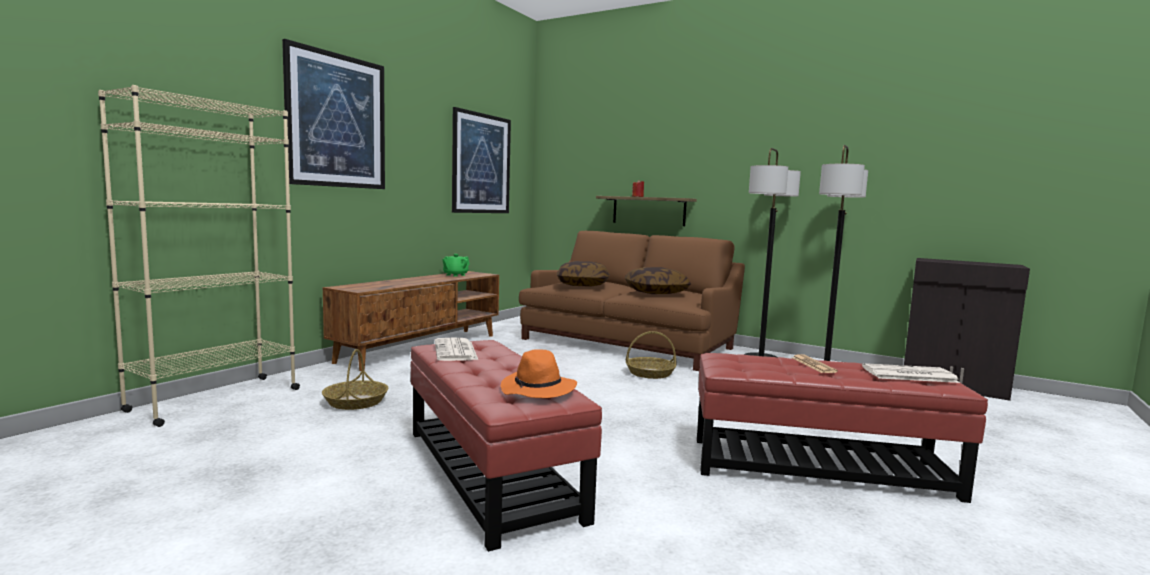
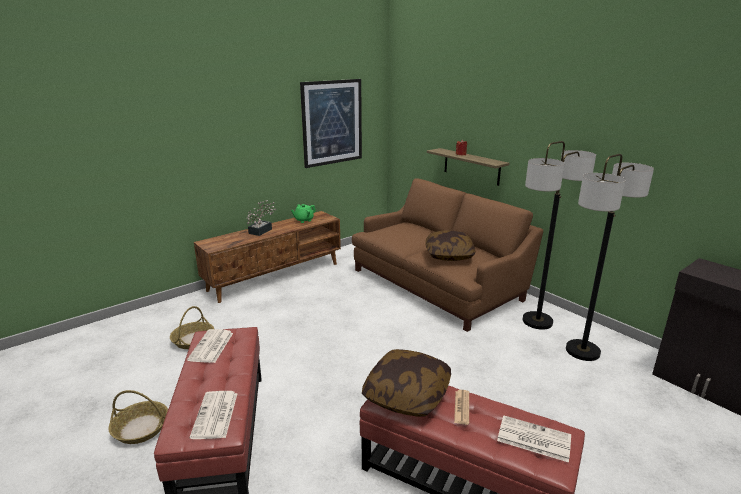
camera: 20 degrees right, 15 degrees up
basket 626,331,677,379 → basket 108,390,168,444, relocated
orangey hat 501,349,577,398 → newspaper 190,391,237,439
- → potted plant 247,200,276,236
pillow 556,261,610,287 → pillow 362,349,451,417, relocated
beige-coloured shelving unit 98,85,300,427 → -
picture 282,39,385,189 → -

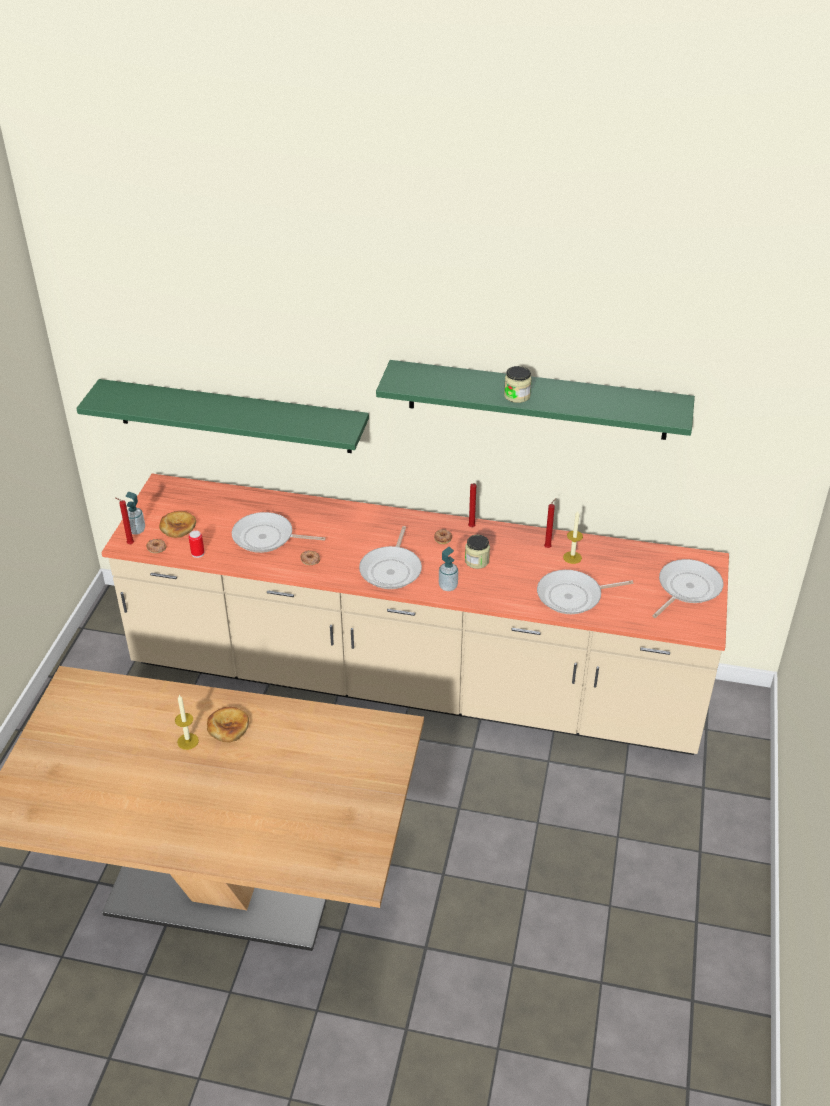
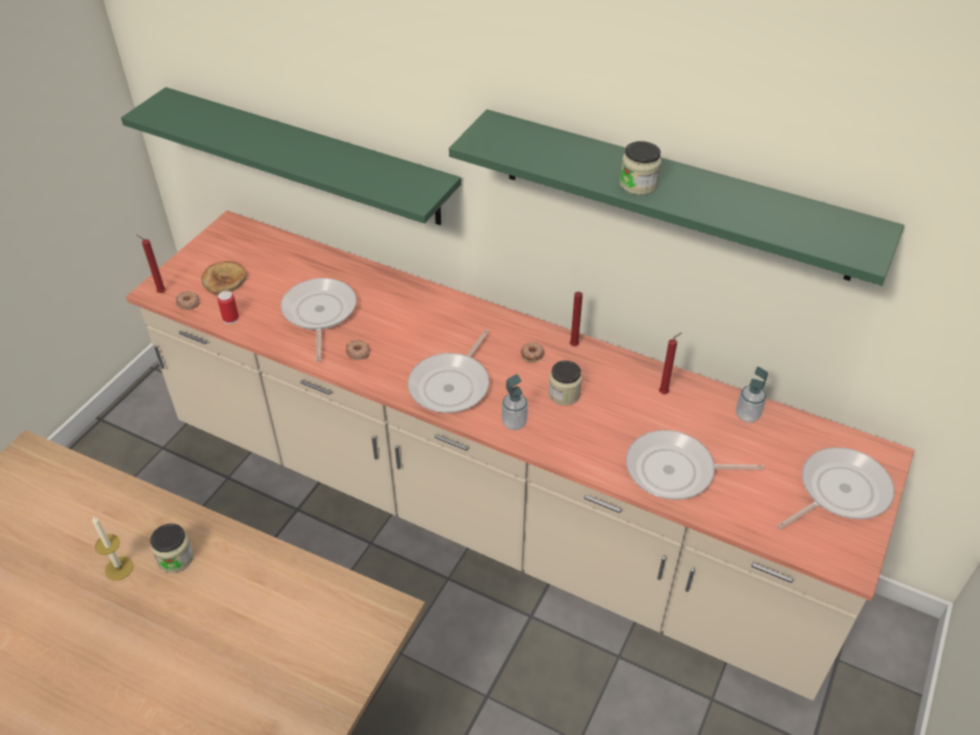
camera: 15 degrees right, 5 degrees up
bakery bread 207,707,249,742 → jar 150,524,194,573
pan 232,512,325,553 → pan 281,278,357,362, 60 degrees clockwise
soap dispenser 126,492,145,535 → soap dispenser 736,367,768,423, relocated
candle 563,511,583,564 → -

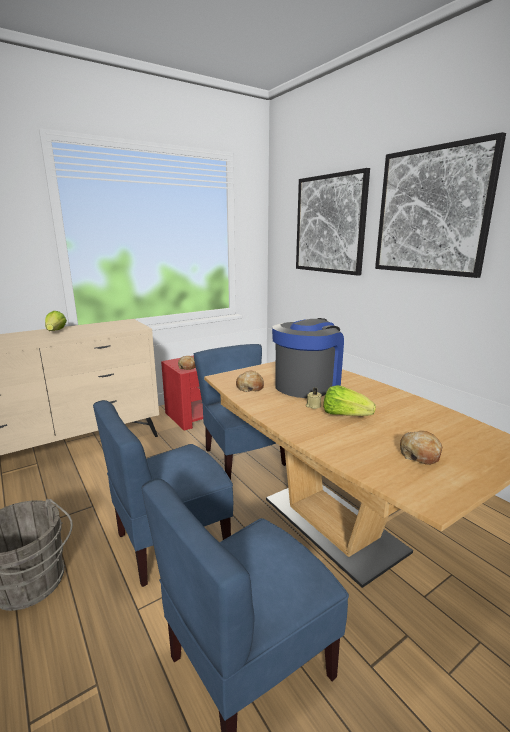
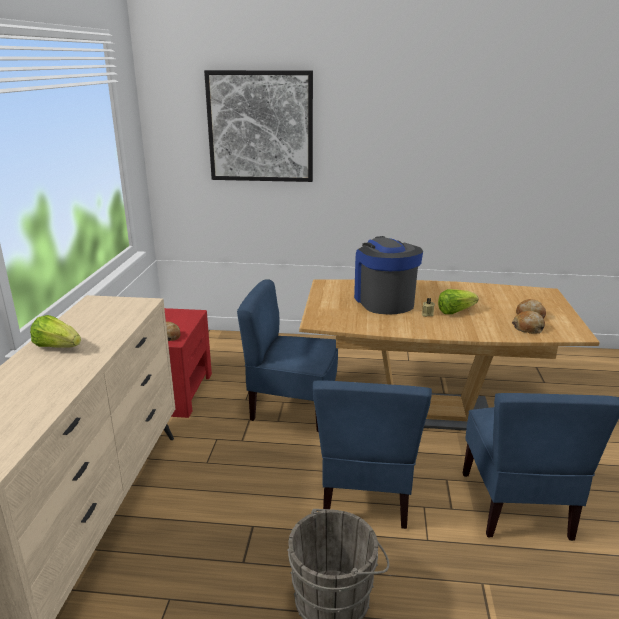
camera: 50 degrees left, 5 degrees up
bakery bread 236,371,264,392 → bakery bread 512,311,545,334, relocated
picture 375,132,506,278 → -

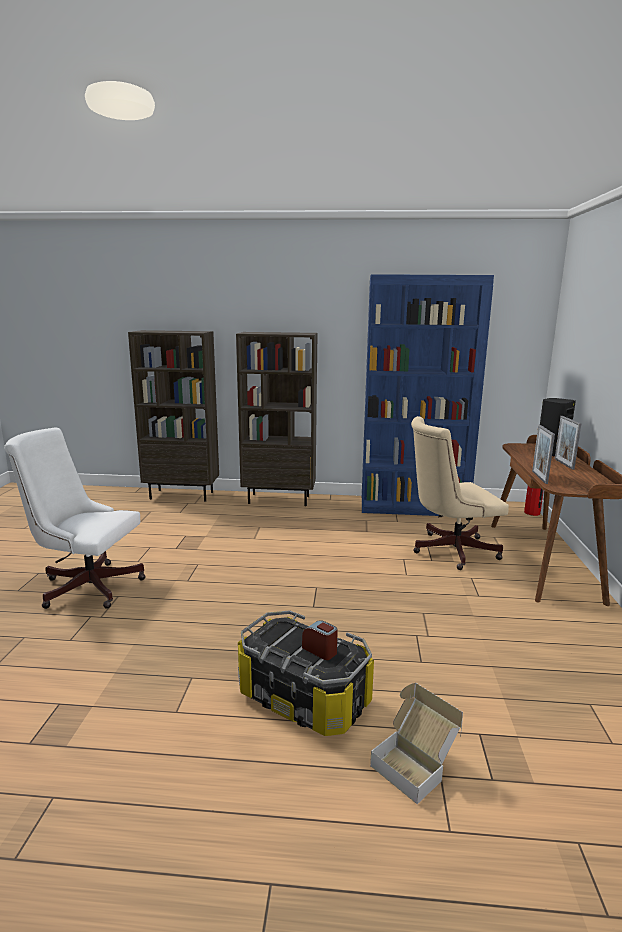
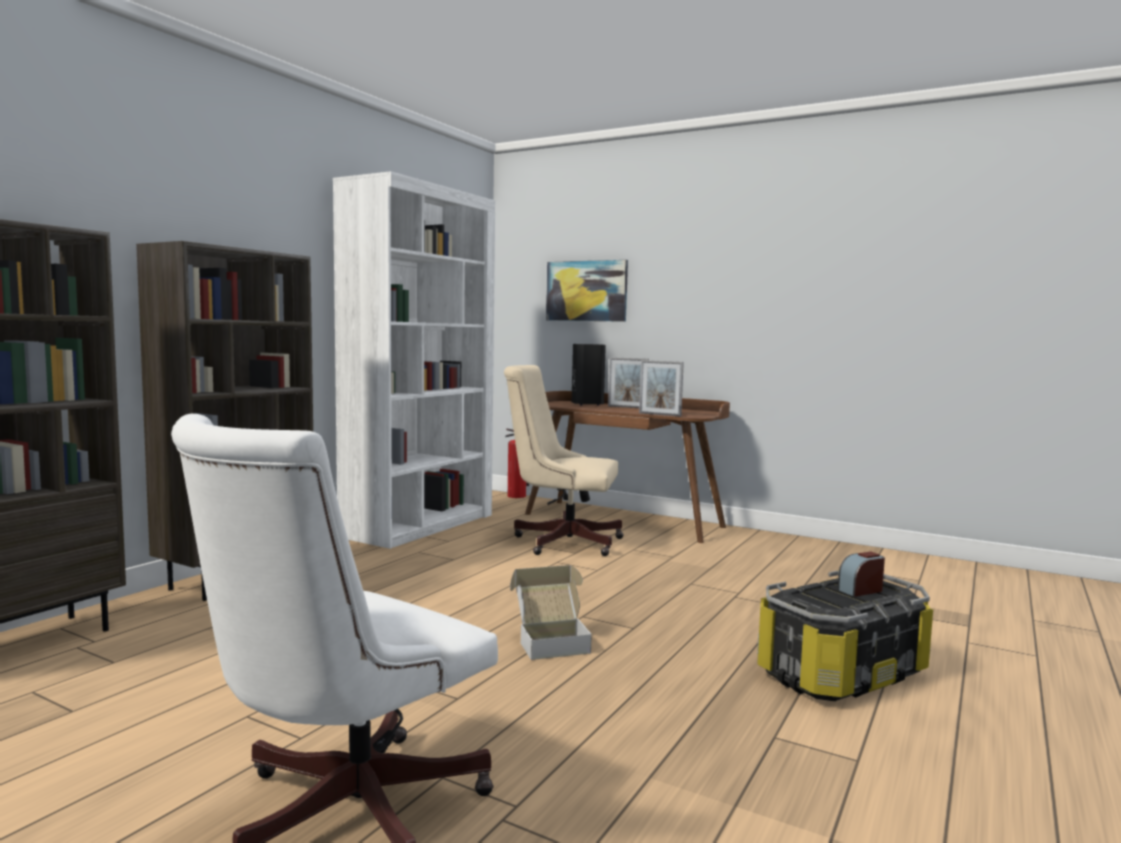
camera: 65 degrees left, 10 degrees down
bluish shelving unit 362,274,494,516 → whitish shelving unit 333,171,495,549
beige-coloured office chair 411,416,509,570 → beige-coloured office chair 504,365,624,556, 90 degrees clockwise
carton 370,683,463,804 → carton 510,565,592,660, relocated
- → picture 546,260,628,322

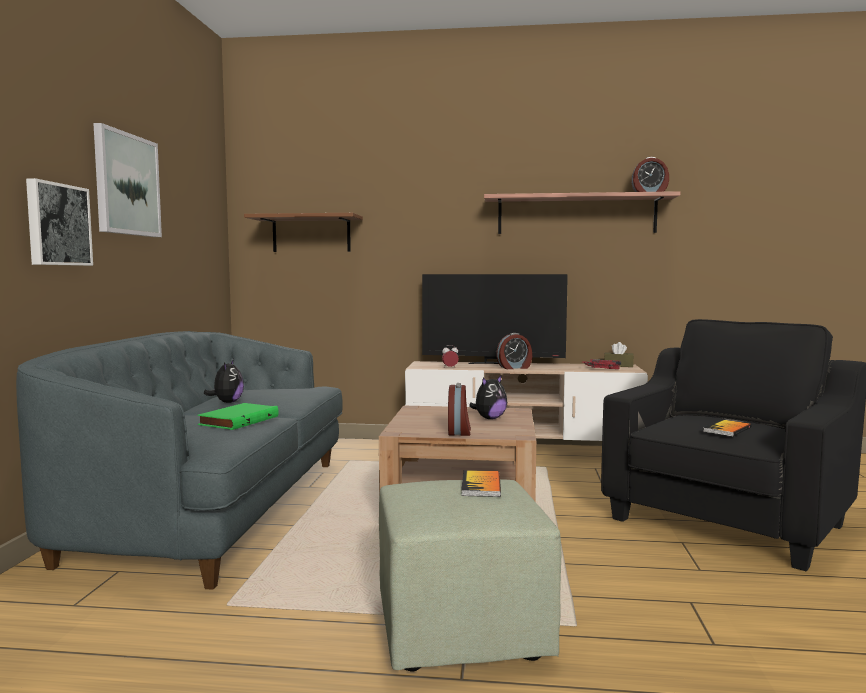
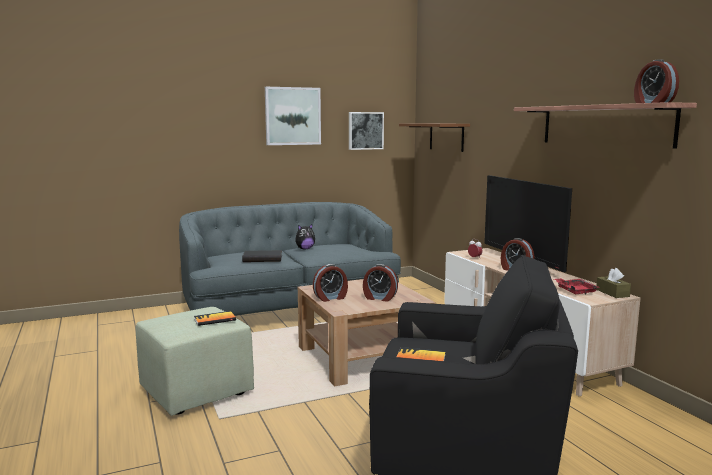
camera: 60 degrees right, 5 degrees up
green-coloured book 198,403,279,430 → blackish book 242,250,282,262
picture 26,178,93,266 → picture 349,112,384,150, relocated
cuddly toy 469,375,507,419 → alarm clock 363,264,398,302

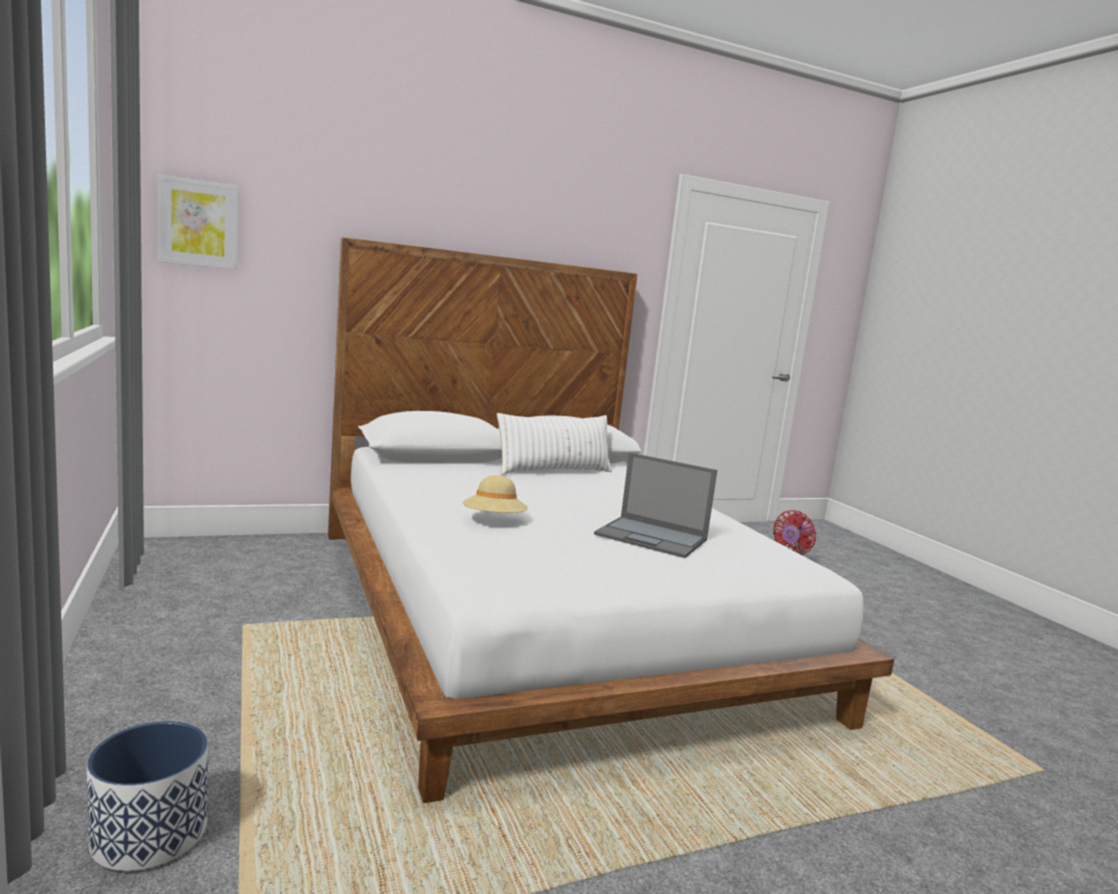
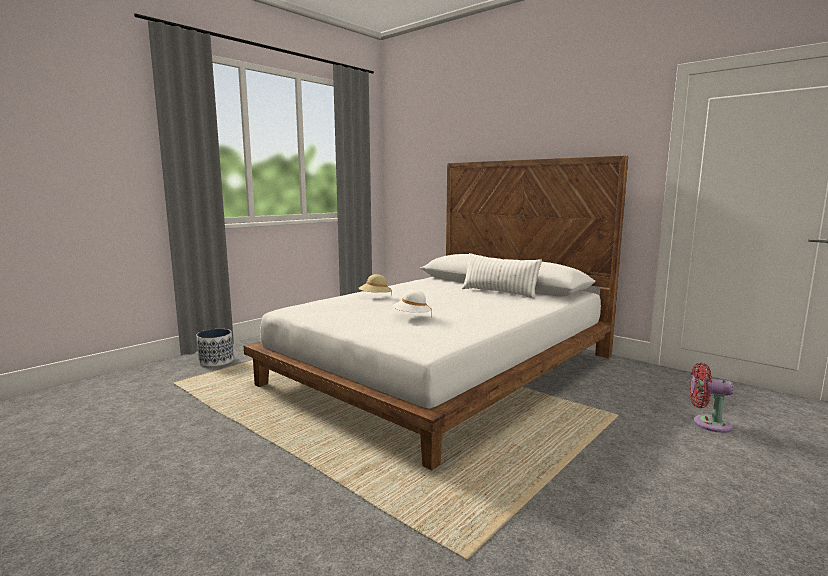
camera: 65 degrees right, 0 degrees up
notebook computer 594,452,717,558 → whitish hat 393,290,432,313
picture 157,175,238,270 → -

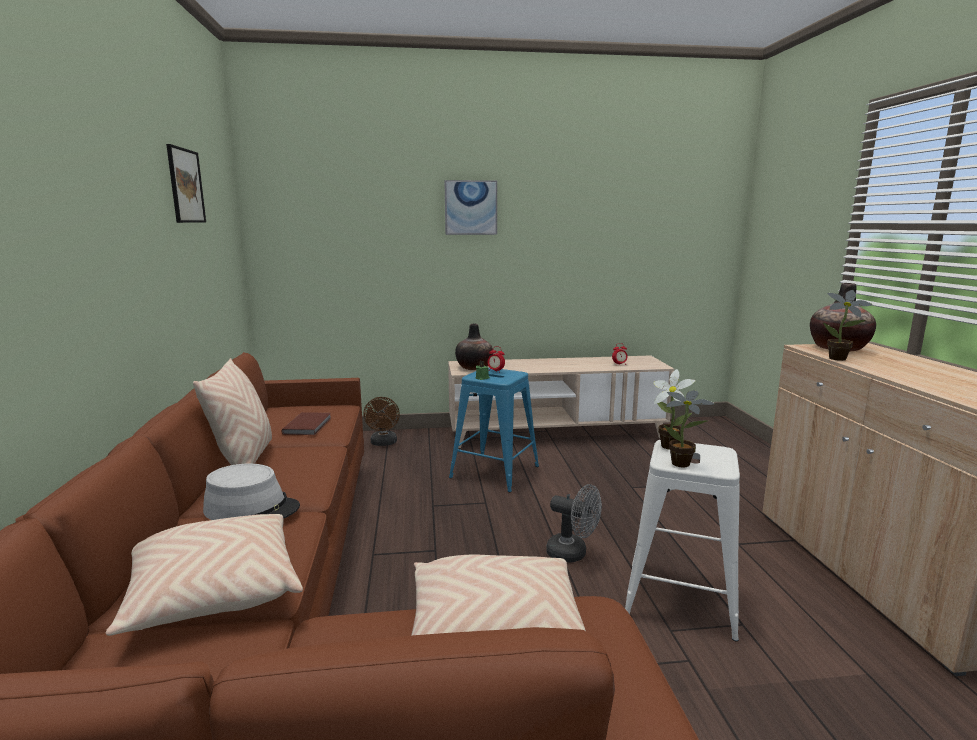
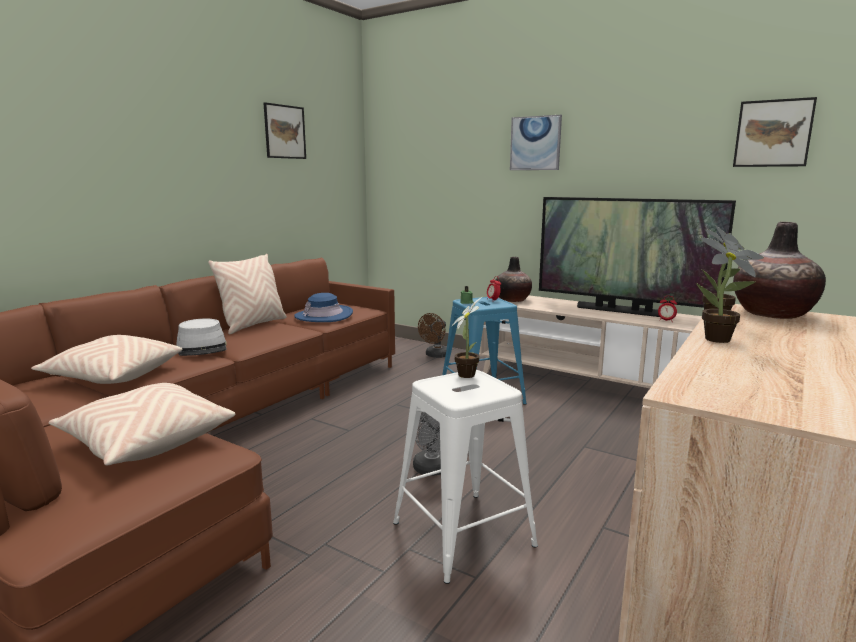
camera: 40 degrees right, 0 degrees up
brownish book 281,412,331,435 → bluish hat 294,293,353,322
- → TV set 539,197,736,317
potted plant 664,390,715,467 → potted plant 696,233,764,343, relocated
- → picture 733,97,817,167

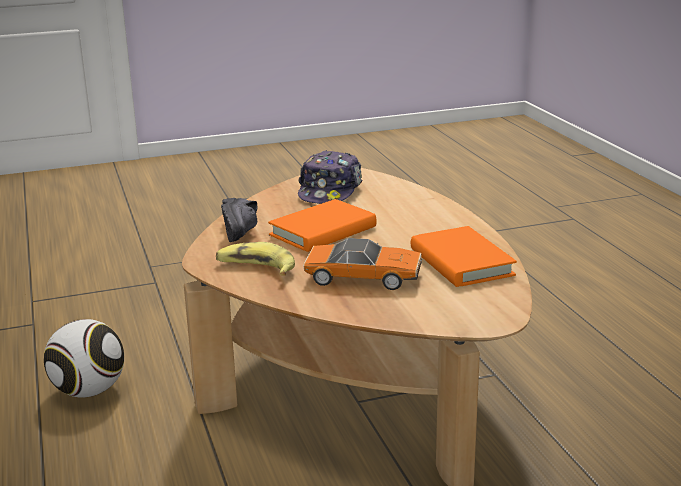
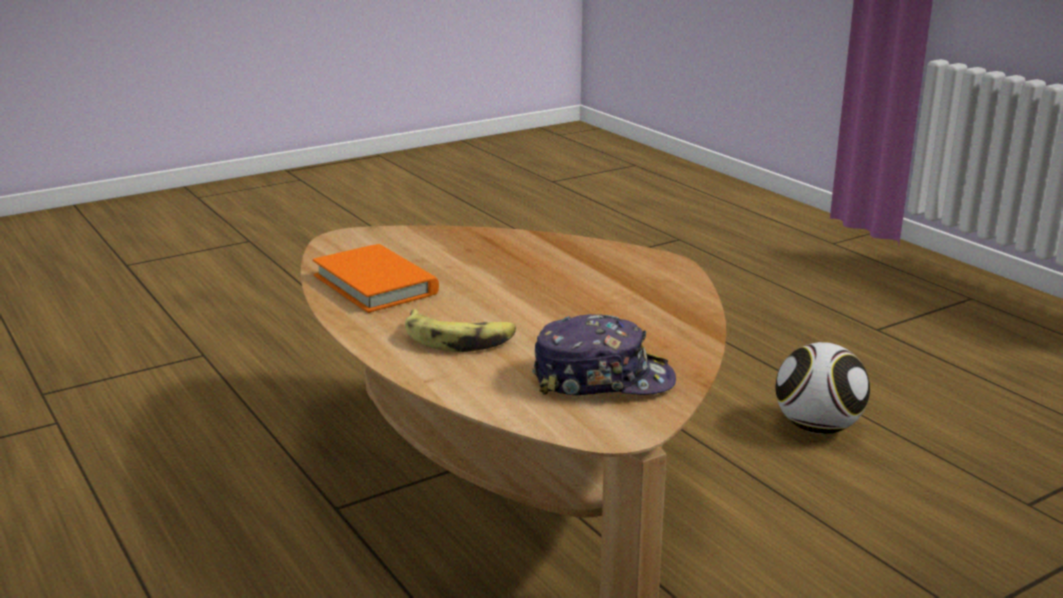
camera: 165 degrees right, 0 degrees up
banana fruit 216,242,295,276 → banana fruit 405,309,516,352, relocated
peaked cap 298,150,362,204 → peaked cap 532,314,676,395, 90 degrees clockwise
blackish shoe 221,198,258,242 → -
orangey book 268,199,377,252 → -
model car 304,238,422,290 → -

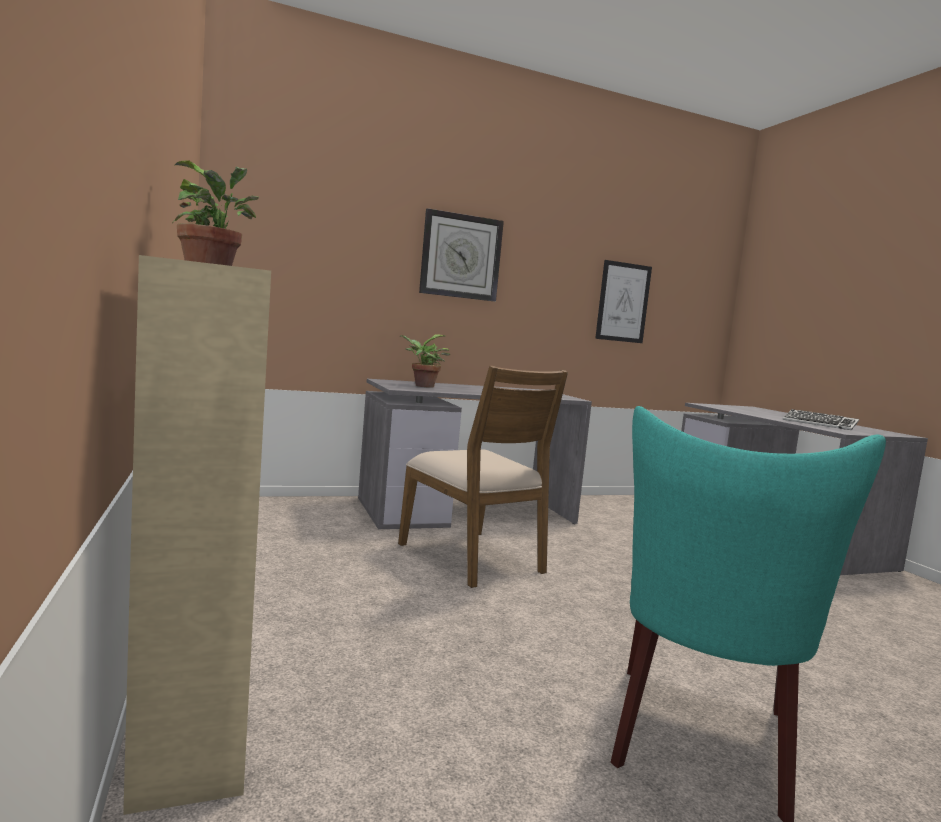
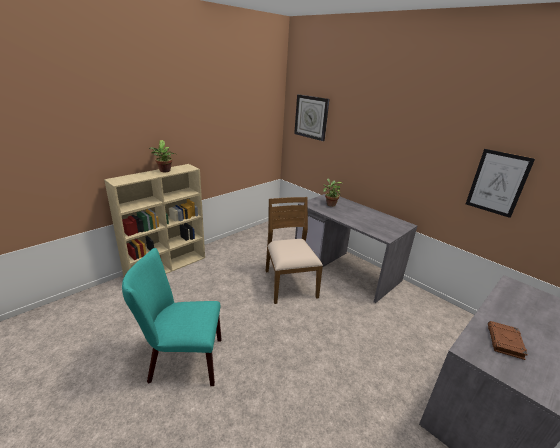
camera: 65 degrees right, 20 degrees up
brownish upright chair 398,366,568,588 → brownish upright chair 266,197,323,304, 135 degrees clockwise
clock on the wall 419,208,504,301 → clock on the wall 294,94,329,141, relocated
computer keyboard 783,409,859,430 → brownish book 488,321,528,360

